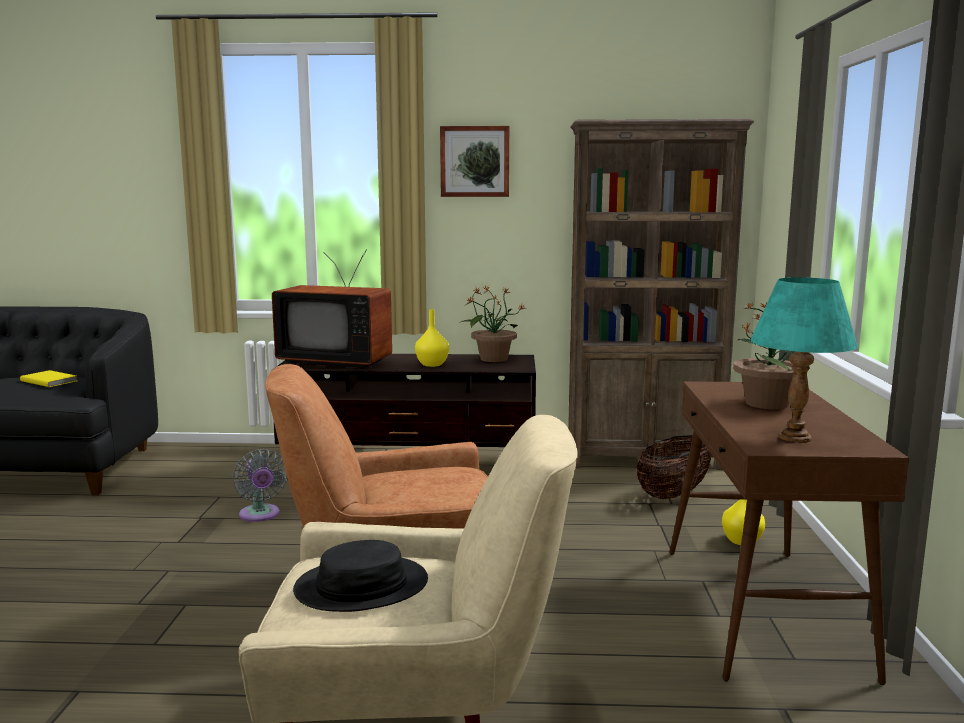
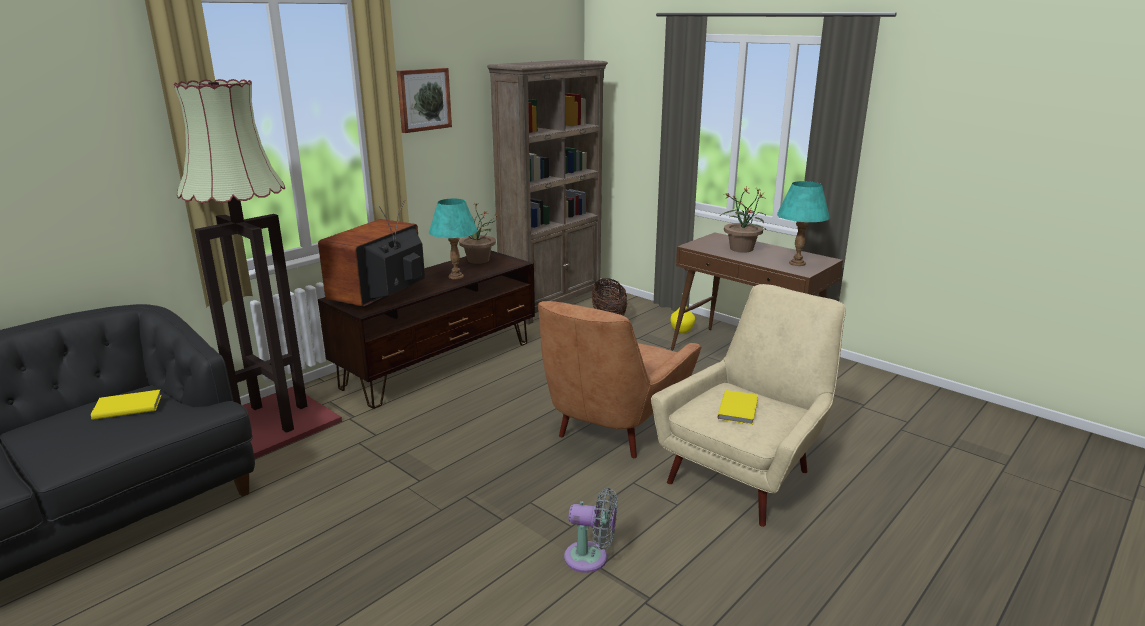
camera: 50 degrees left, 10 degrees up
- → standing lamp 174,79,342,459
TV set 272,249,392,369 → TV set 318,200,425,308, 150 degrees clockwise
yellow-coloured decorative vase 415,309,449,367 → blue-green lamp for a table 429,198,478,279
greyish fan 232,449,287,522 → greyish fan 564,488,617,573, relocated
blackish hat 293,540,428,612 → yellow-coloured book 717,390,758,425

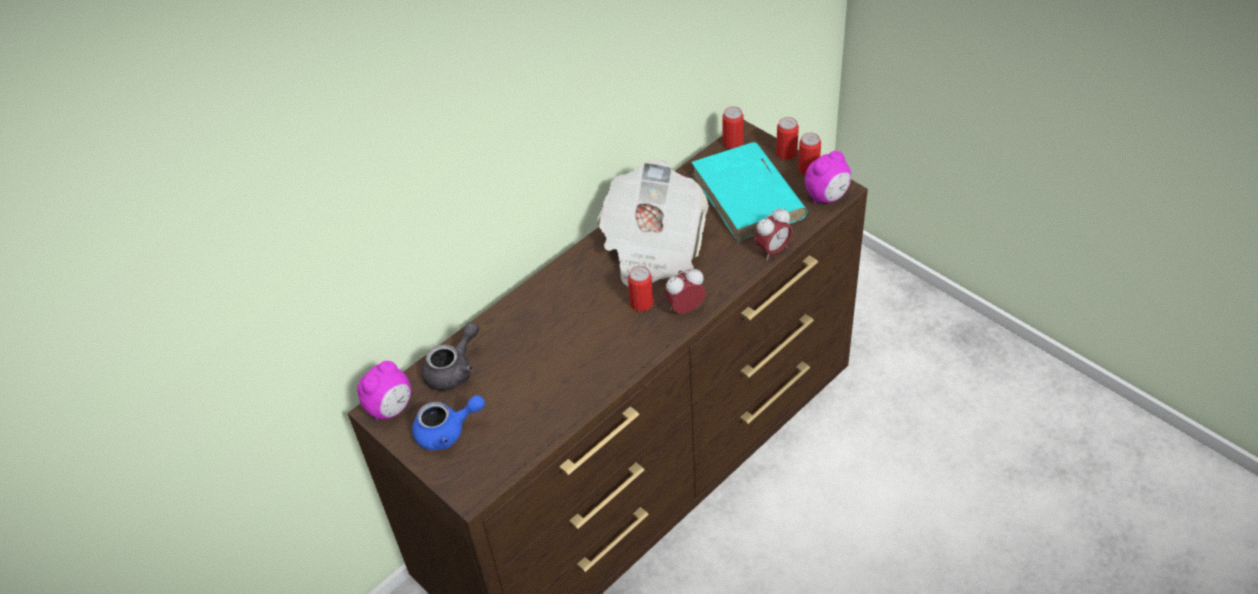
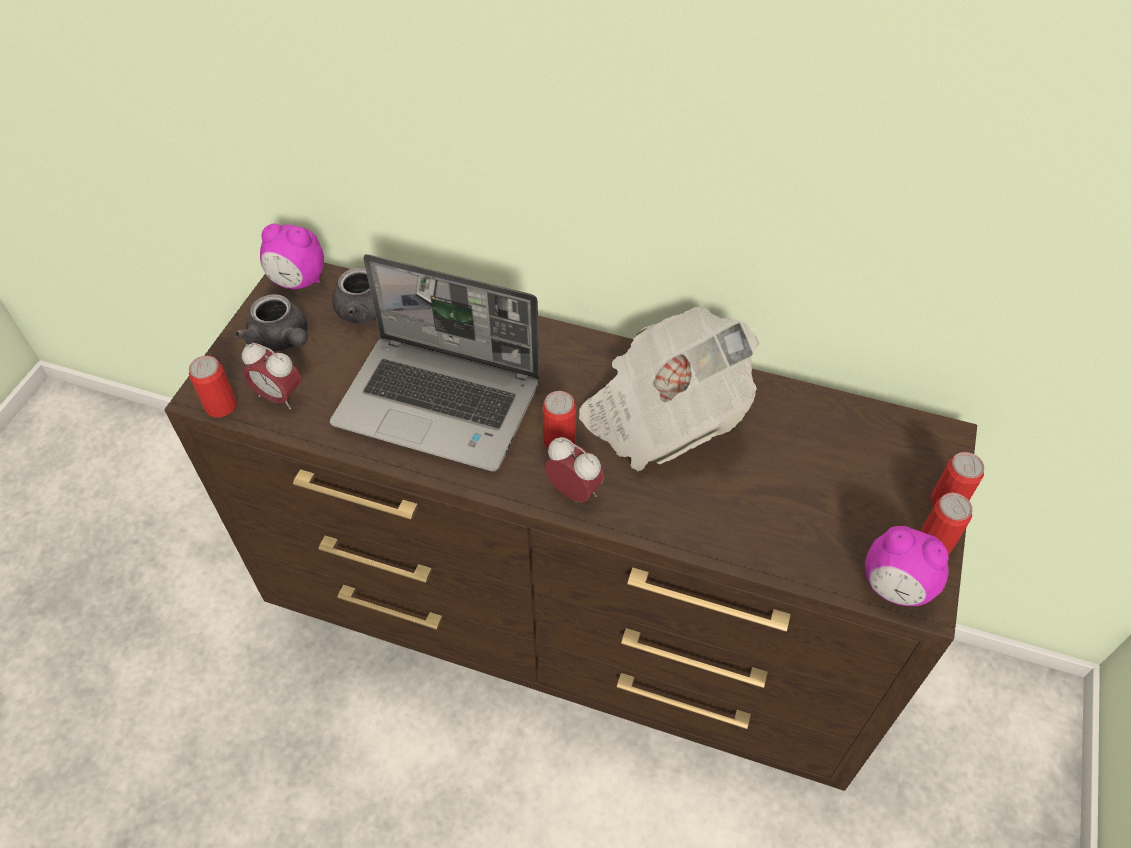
camera: 60 degrees right, 5 degrees up
sealed can 722,106,743,149 → sealed can 189,356,237,418, relocated
bluish teapot 412,395,485,450 → greyish teapot 235,294,308,352
alarm clock 754,208,793,260 → alarm clock 242,343,302,409, relocated
- → notebook computer 330,254,540,471
blue-green book 691,142,807,242 → -

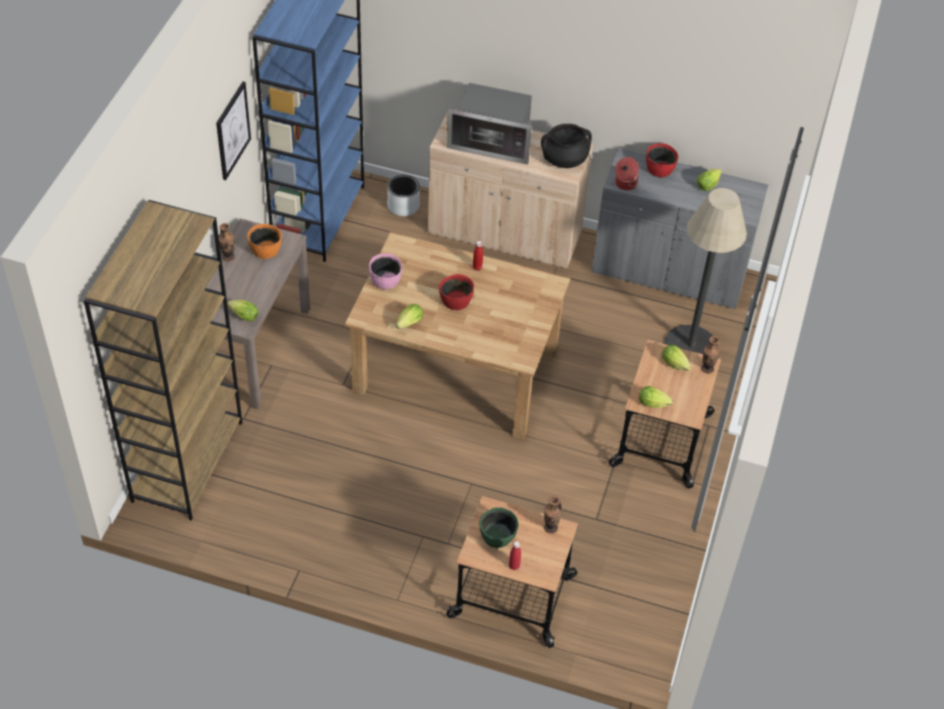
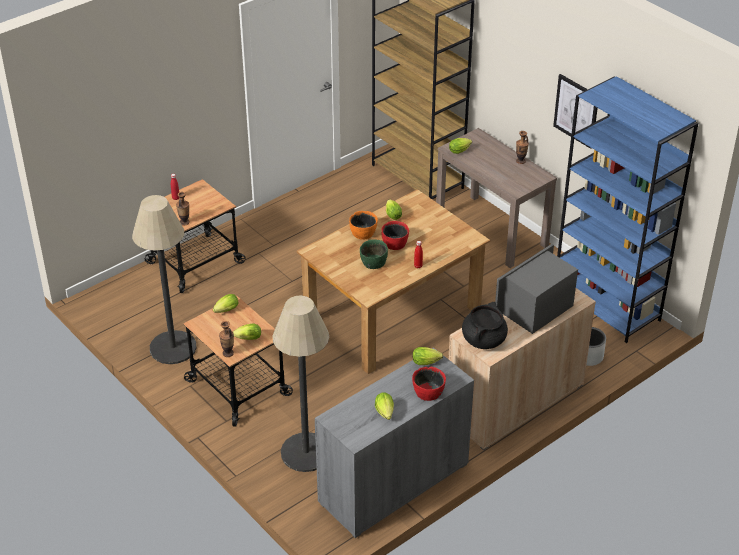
camera: 125 degrees right, 10 degrees down
- → standing lamp 132,195,196,364
orangey bowl 247,224,282,259 → orangey bowl 349,211,378,240, relocated
green-coloured bowl 479,507,518,548 → green-coloured bowl 360,239,388,269, relocated
stockpot 615,157,639,191 → head of lettuce 413,347,443,365
pink bowl 369,253,402,290 → -

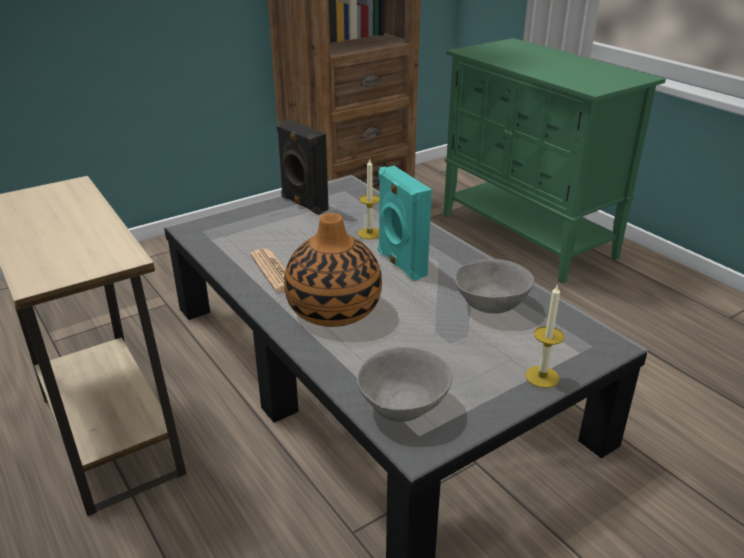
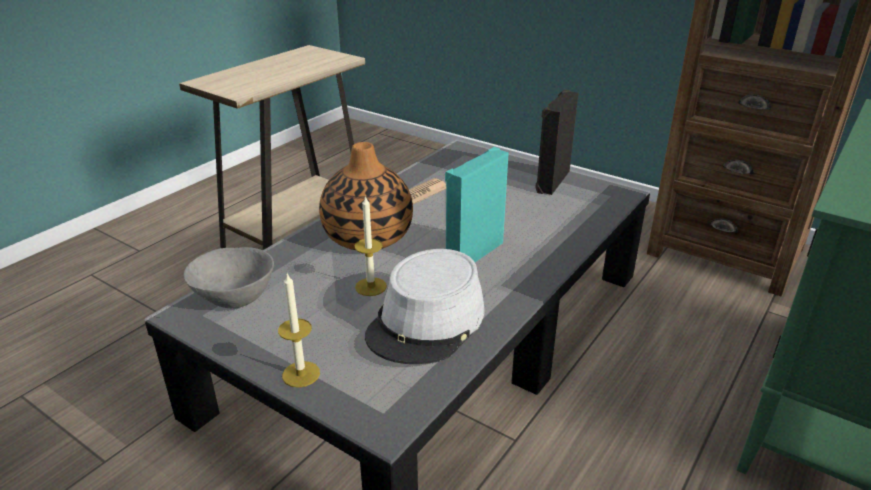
camera: 70 degrees right, 0 degrees up
candle 358,159,380,239 → candle 355,195,387,296, relocated
greyish bowl 455,259,534,313 → greyish hat 365,249,485,364

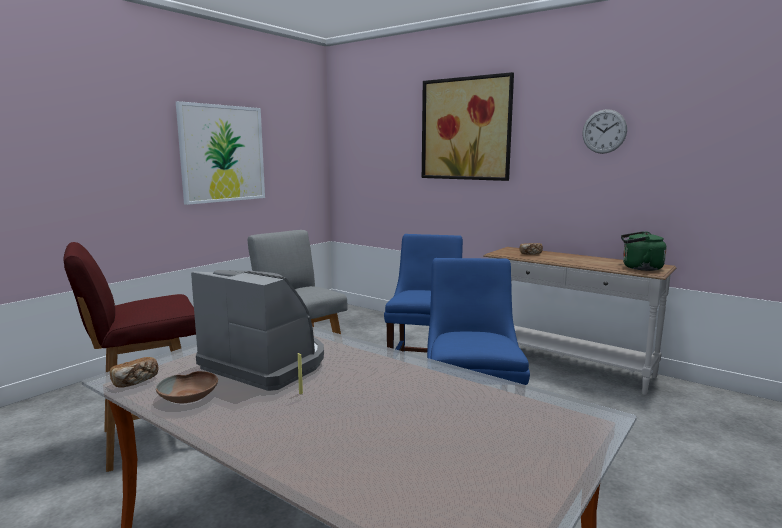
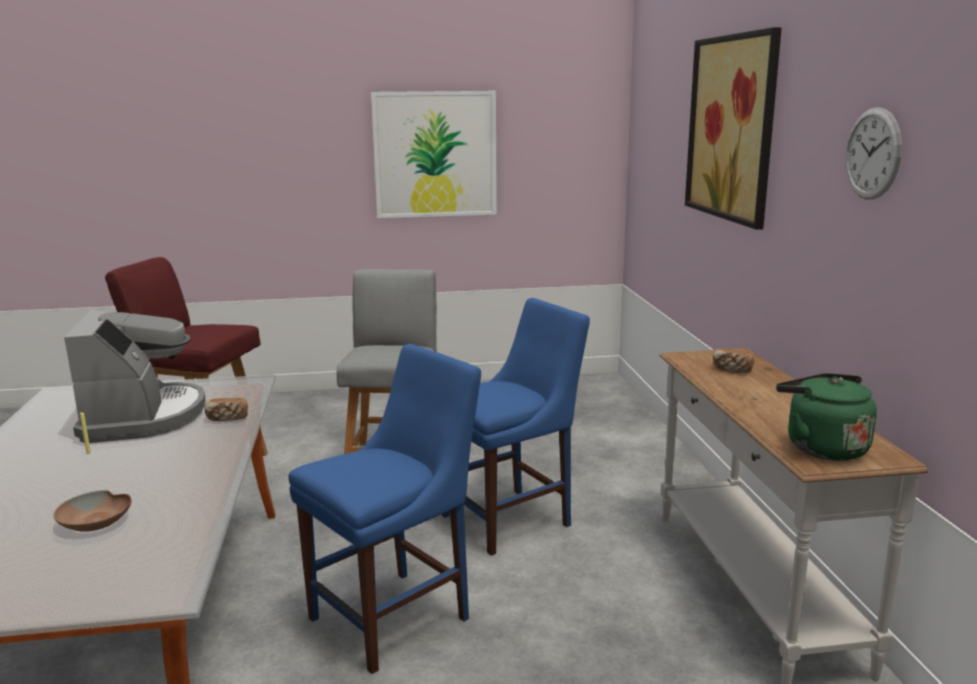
camera: 45 degrees right, 5 degrees up
brownish bowl 156,371,218,403 → brownish bowl 53,490,131,532, relocated
bakery bread 110,357,158,388 → bakery bread 204,398,248,421, relocated

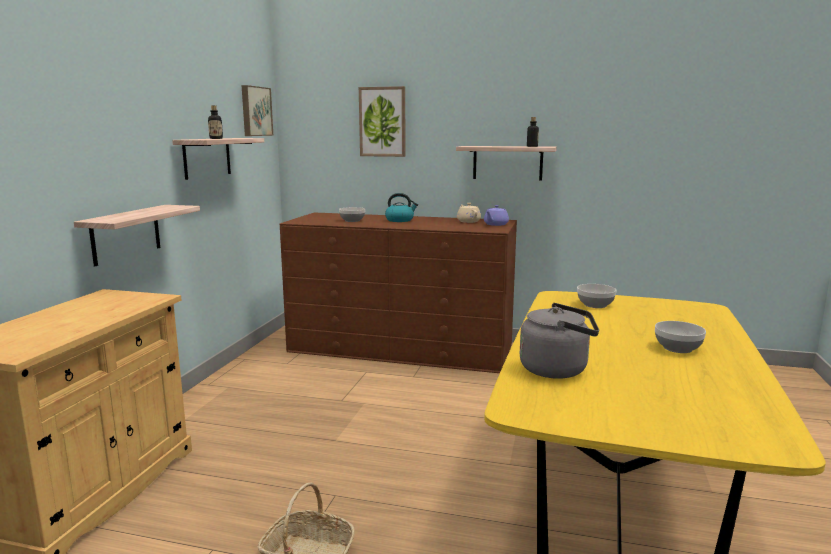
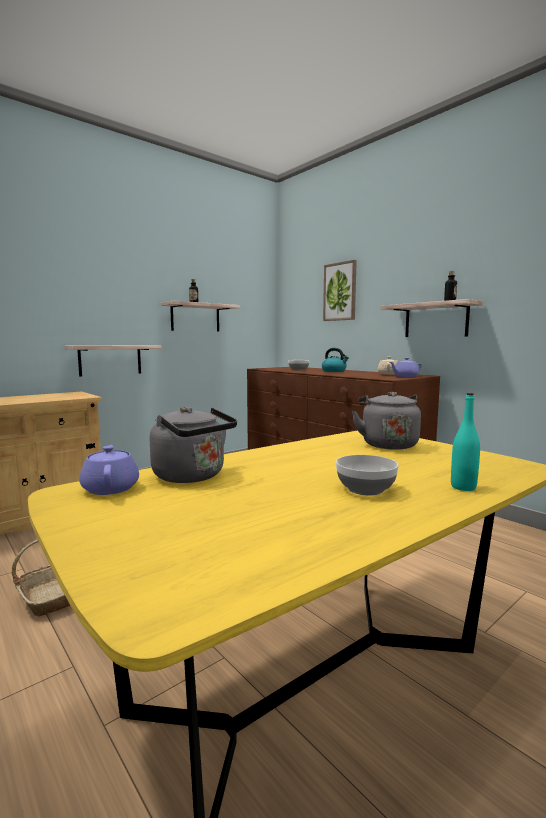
camera: 35 degrees right, 5 degrees down
- → purplish teapot 79,445,139,495
bowl 577,284,617,308 → greyish tea kettle 352,392,421,450
- → blue-green drink bottle 451,393,480,491
picture 242,85,273,136 → -

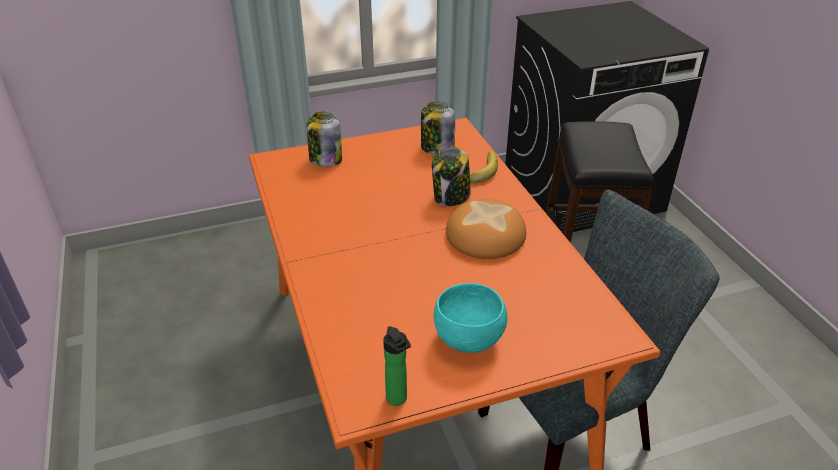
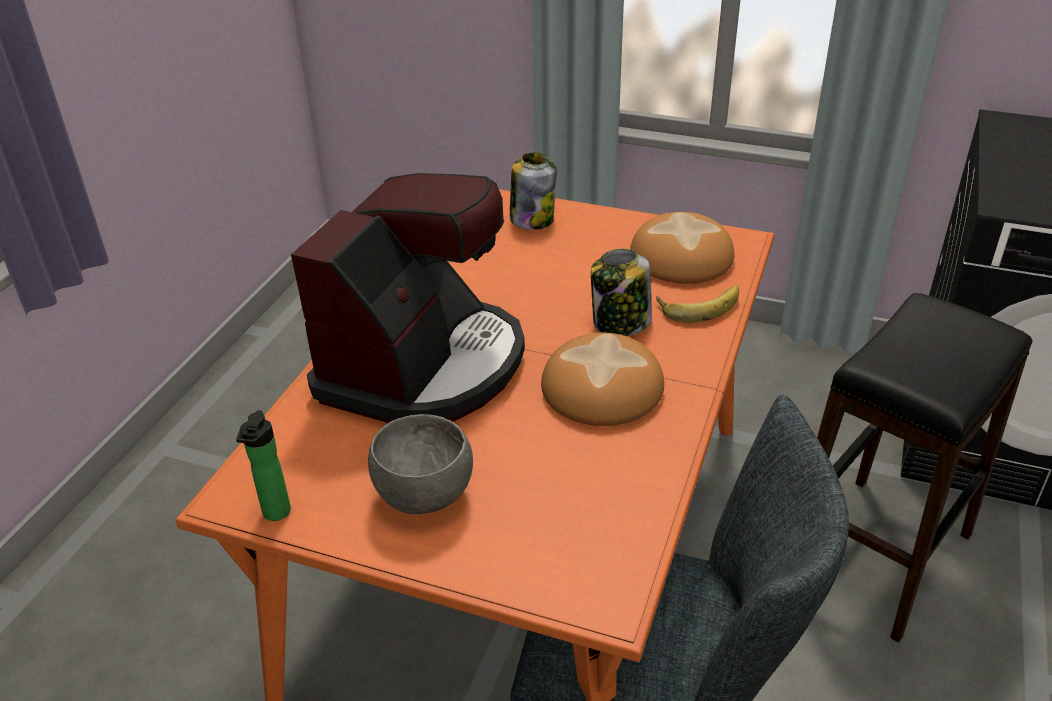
camera: 40 degrees right, 0 degrees up
- → coffee brewer 291,173,525,423
blue-green bowl 434,283,508,353 → greyish bowl 368,414,473,514
jar 421,102,455,155 → bakery bread 630,212,734,283

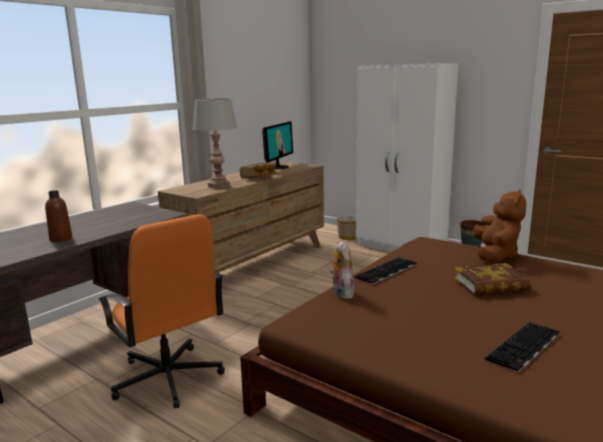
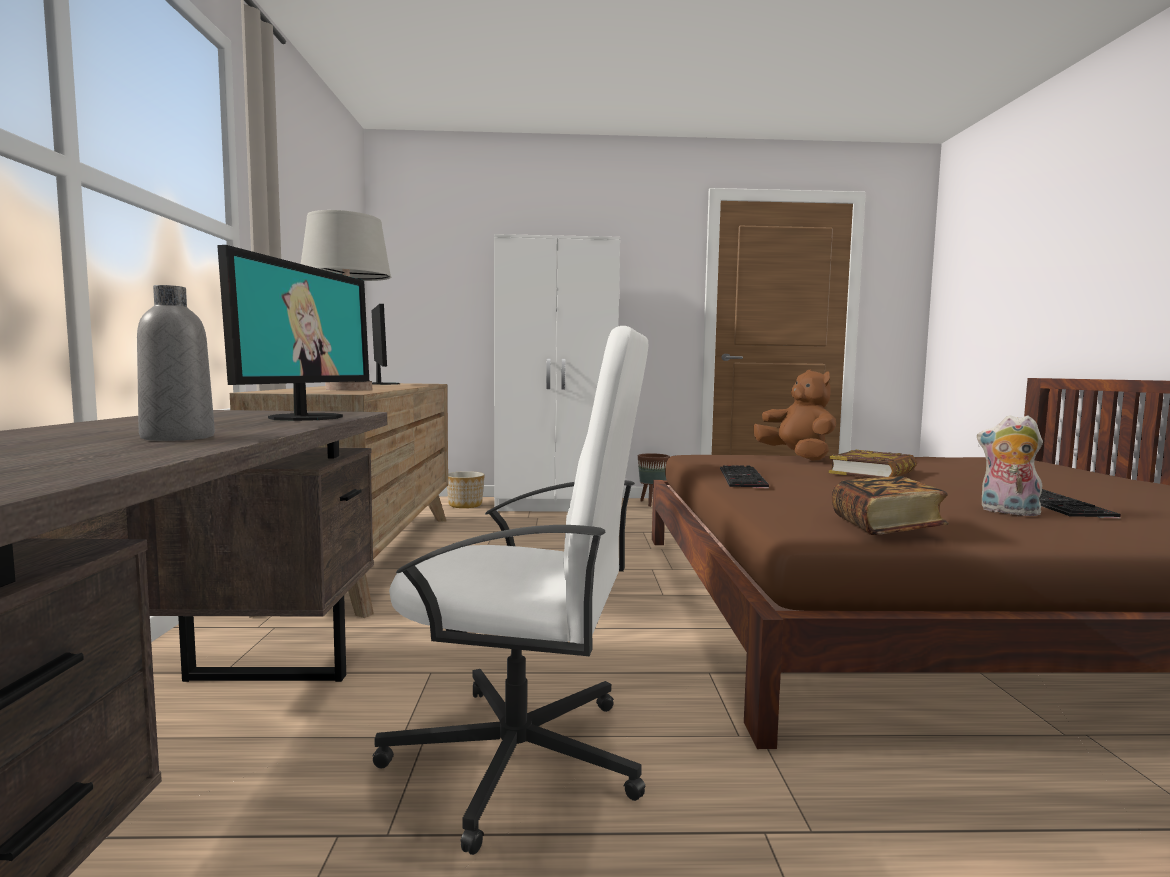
camera: 40 degrees left, 10 degrees down
brownish drink bottle 45,190,72,242 → greyish drink bottle 137,285,215,441
- → computer display 217,245,369,421
orangey office chair 98,214,225,408 → whitish office chair 372,326,648,855
book 240,163,278,179 → book 832,476,949,535, relocated
cuddly toy 330,241,355,299 → cuddly toy 977,415,1043,516, relocated

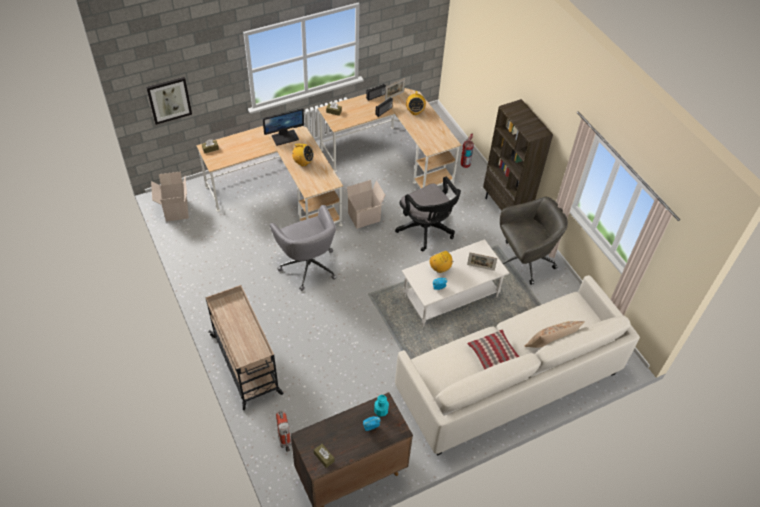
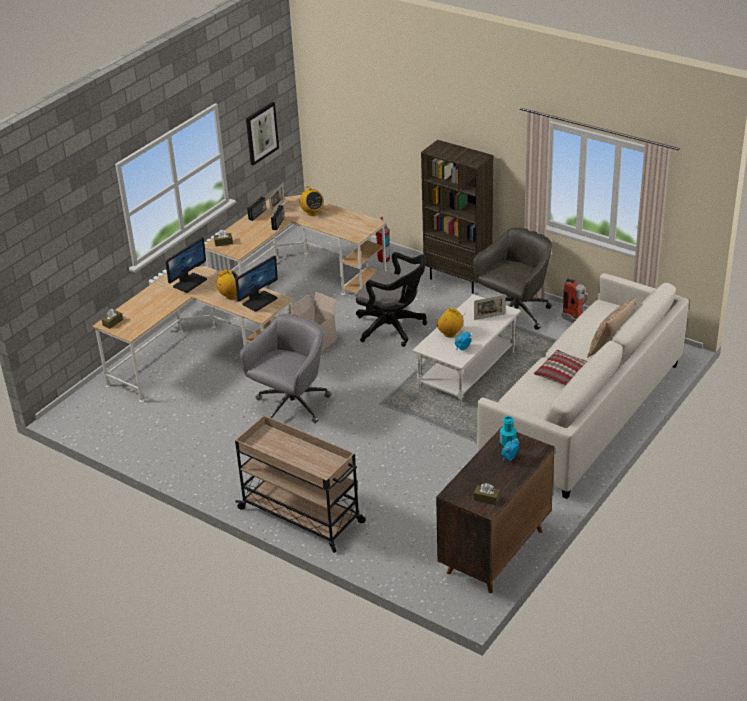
camera: 25 degrees left, 15 degrees down
- → computer display 235,255,278,312
greyish office chair 270,205,337,291 → greyish office chair 240,314,331,423, 90 degrees counterclockwise
picture 146,77,192,125 → picture 246,102,279,166, relocated
fire extinguisher 276,410,292,452 → fire extinguisher 562,277,587,323, relocated
carton 151,172,189,222 → -

